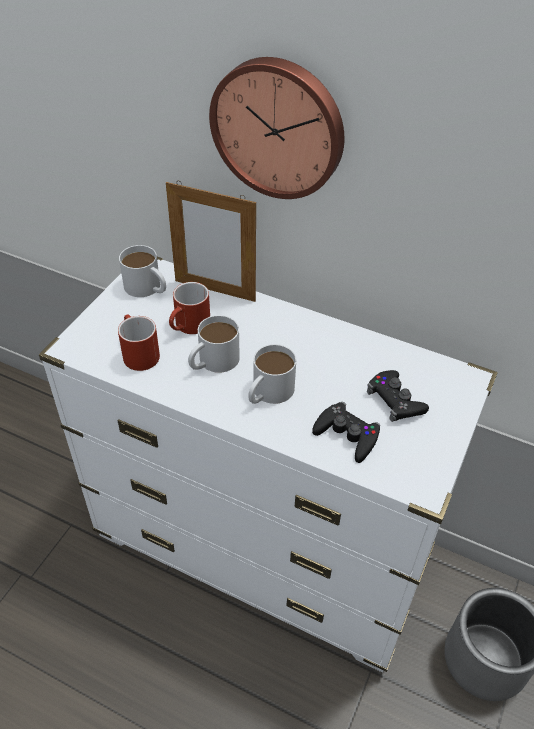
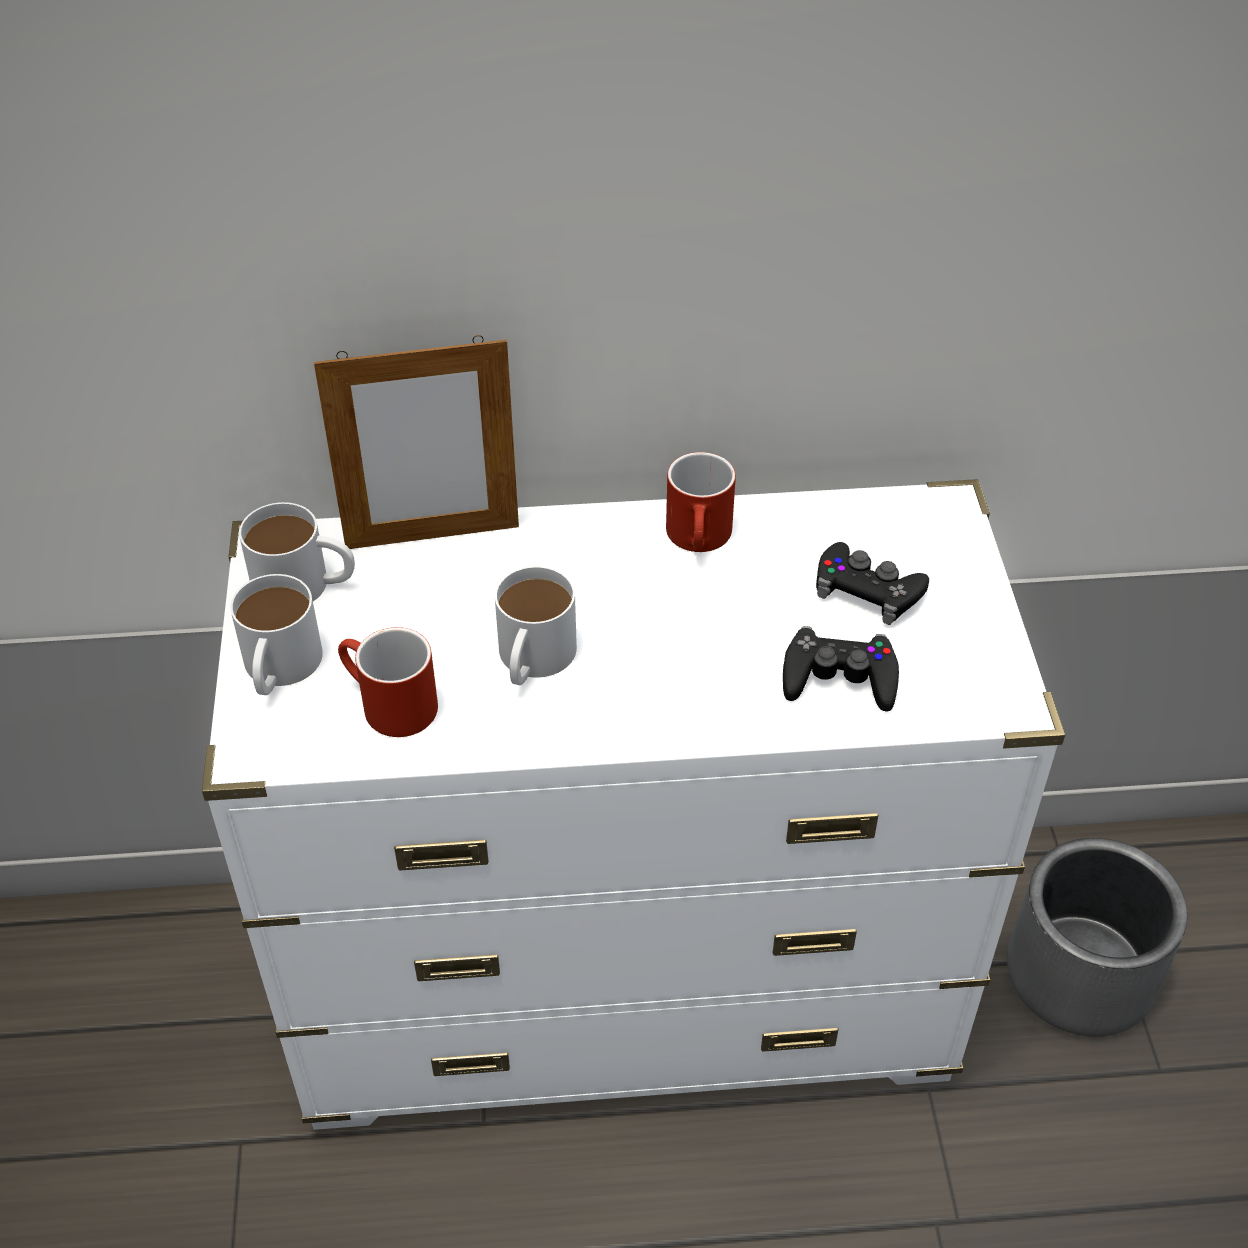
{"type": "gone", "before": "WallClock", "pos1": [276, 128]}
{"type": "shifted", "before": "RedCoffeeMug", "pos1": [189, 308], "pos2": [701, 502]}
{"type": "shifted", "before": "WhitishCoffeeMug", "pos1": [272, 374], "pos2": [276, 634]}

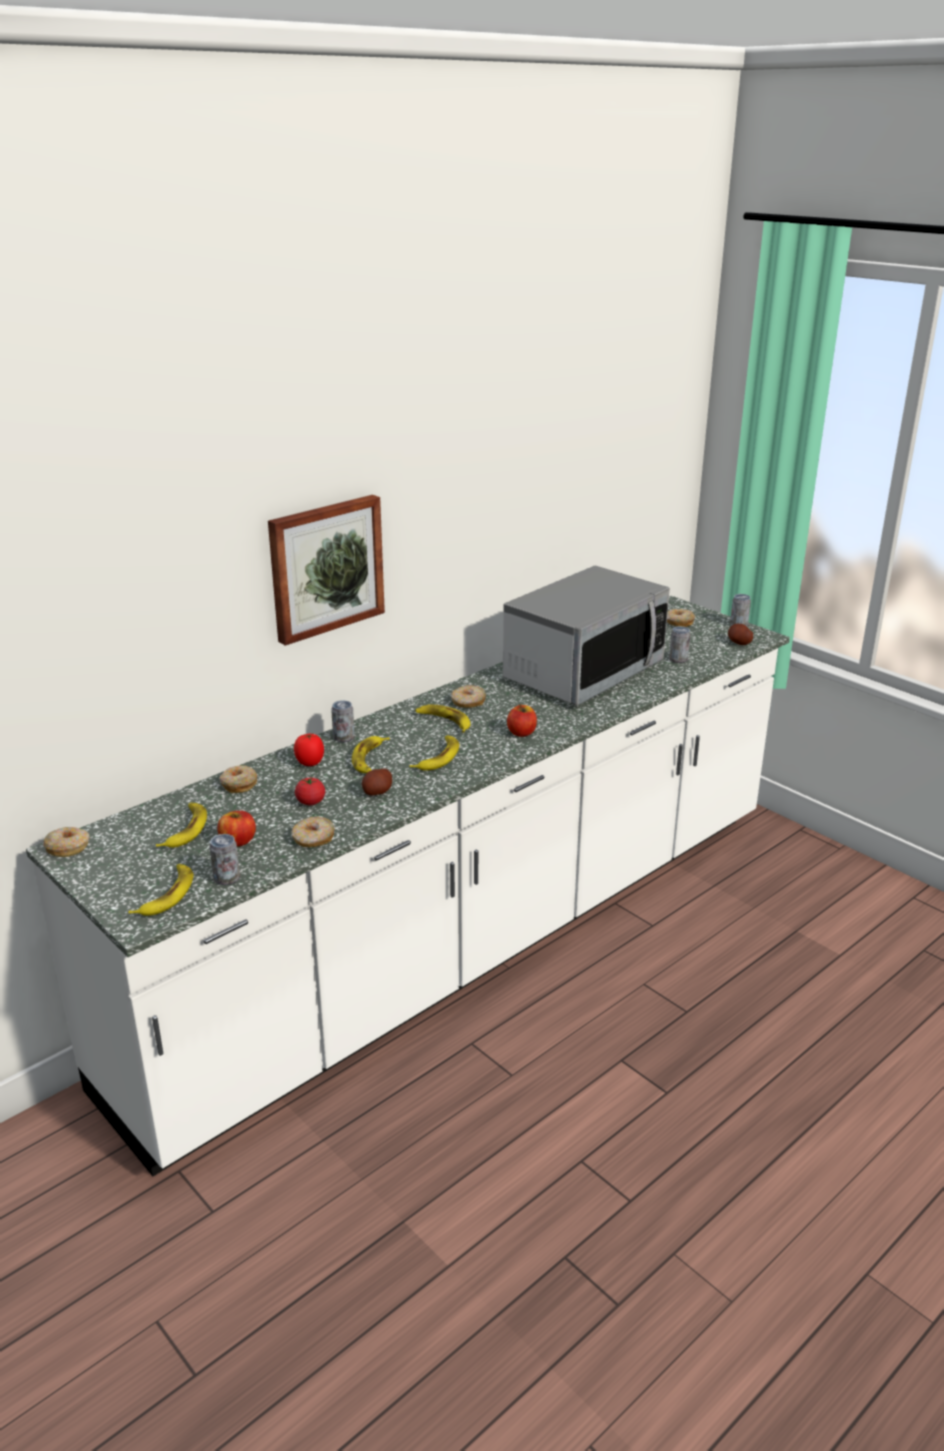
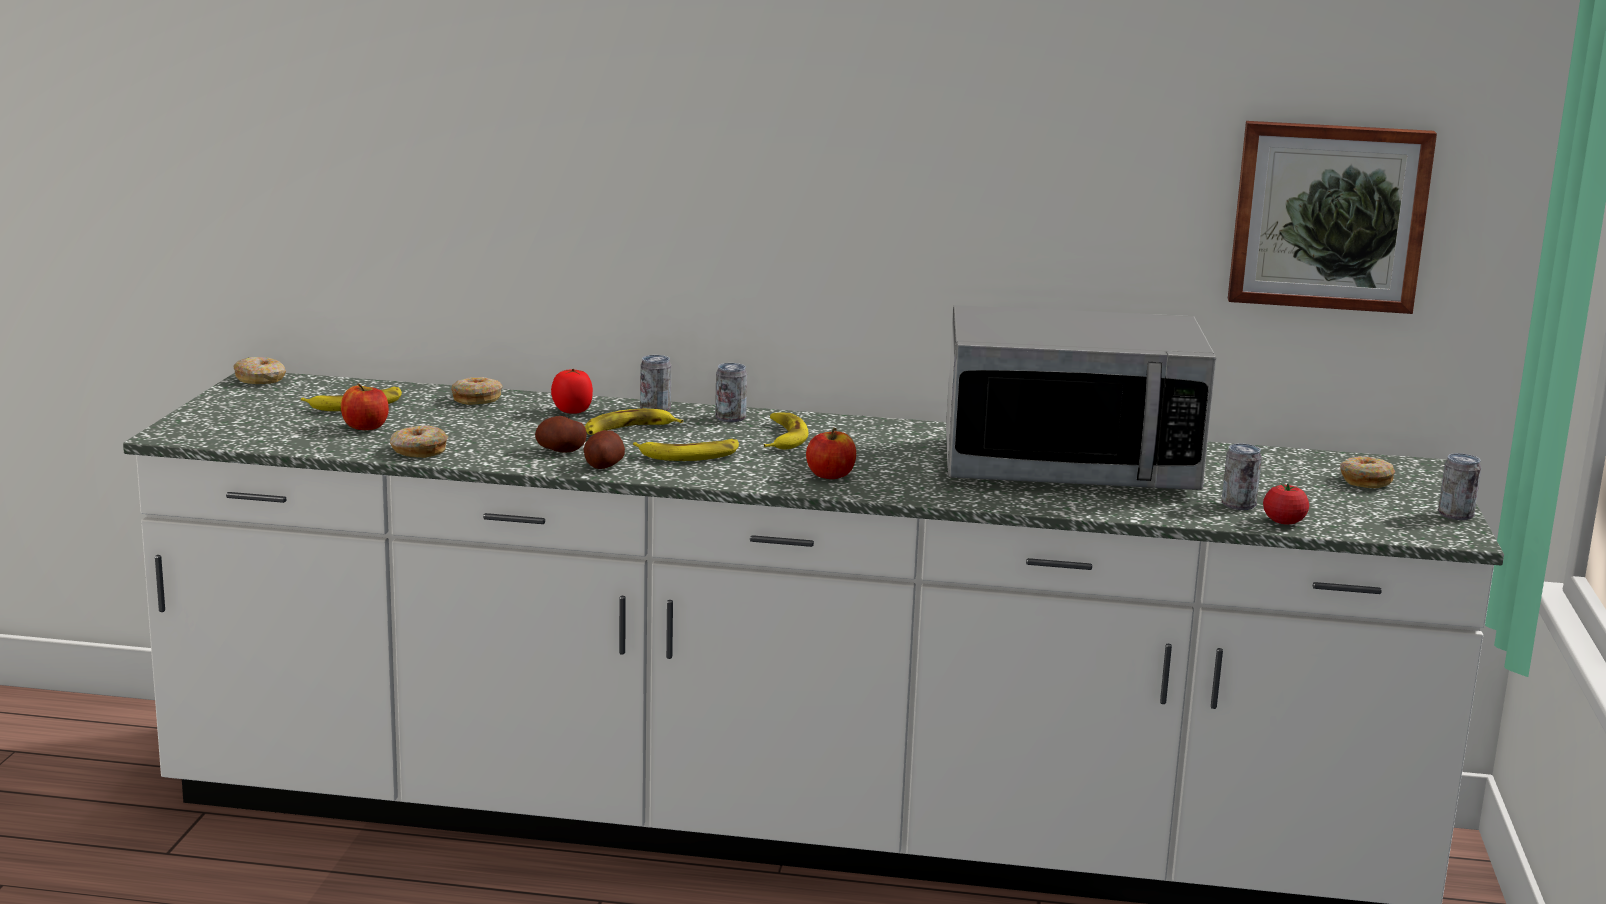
{"type": "shifted", "before": "WallPicture", "pos1": [326, 570], "pos2": [1332, 217]}
{"type": "shifted", "before": "Spud", "pos1": [740, 634], "pos2": [604, 449]}
{"type": "gone", "before": "Donut", "pos1": [468, 696]}
{"type": "shifted", "before": "WholeTomato", "pos1": [310, 791], "pos2": [1286, 503]}
{"type": "shifted", "before": "SealedCan", "pos1": [225, 859], "pos2": [731, 392]}
{"type": "gone", "before": "Banana", "pos1": [161, 890]}

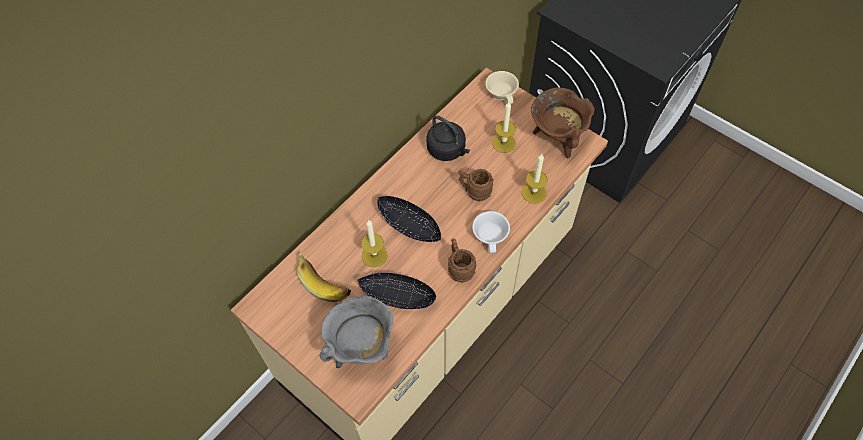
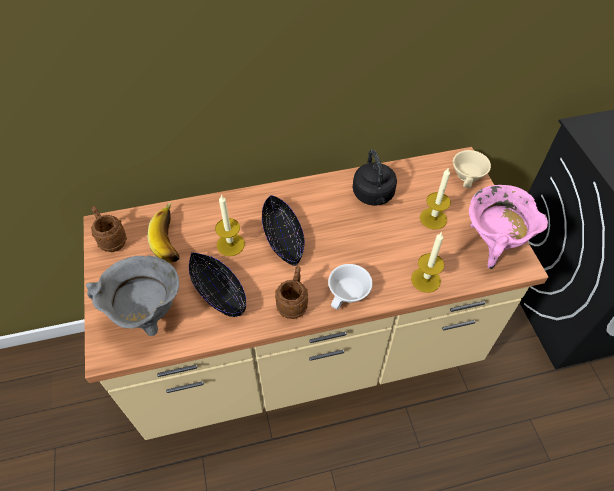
{"type": "repainted", "before": "BrownColouredCookingPot", "after": "PinkishCookingPot", "pos1": [563, 122], "pos2": [508, 227]}
{"type": "shifted", "before": "BrownColouredCoffeeMug", "pos1": [476, 185], "pos2": [109, 229]}

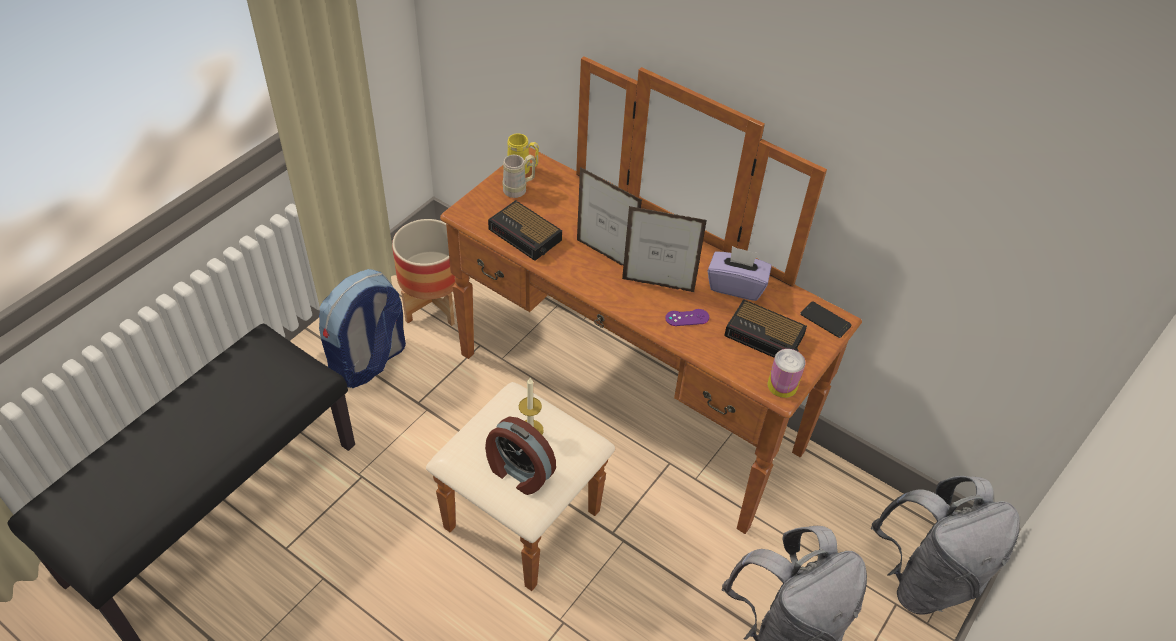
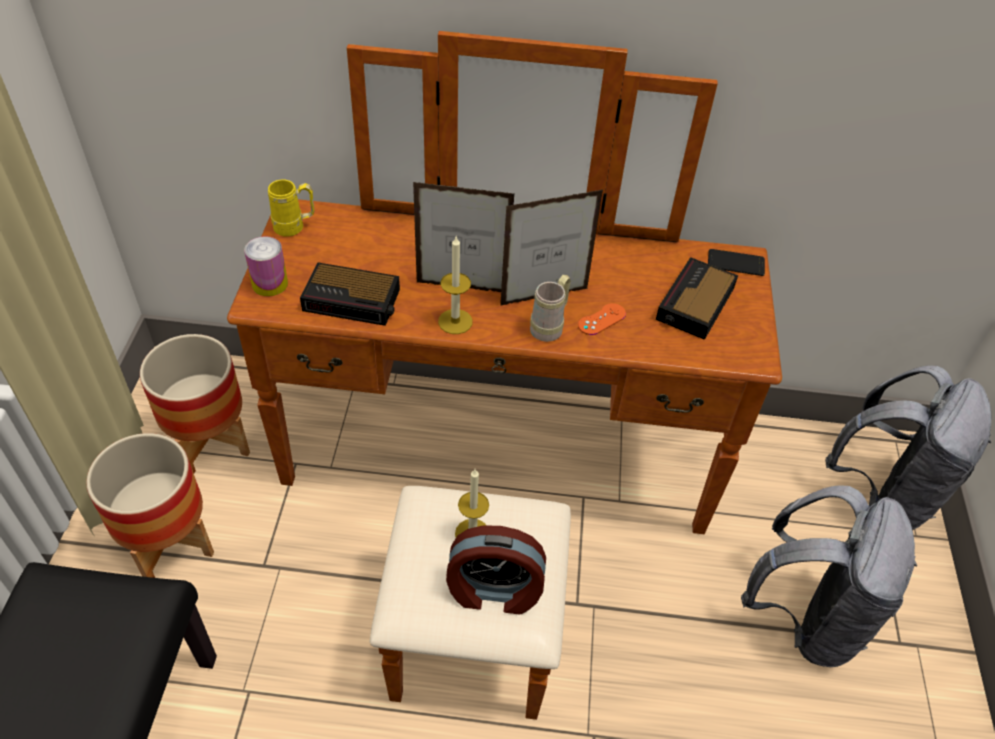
{"type": "shifted", "before": "SandColouredCoffeeMug", "pos1": [519, 176], "pos2": [550, 308]}
{"type": "gone", "before": "PurpleTissueHolder", "pos1": [740, 273]}
{"type": "swapped", "before": "Rucksack", "after": "PlantPot", "pos1": [362, 328], "pos2": [150, 505]}
{"type": "rotated", "before": "AlarmClock", "pos1": [765, 328], "pos2": [697, 298], "turn": 120}
{"type": "repainted", "before": "PurpleJoypad", "after": "OrangeColouredJoypad", "pos1": [687, 317], "pos2": [602, 319]}
{"type": "shifted", "before": "SealedCan", "pos1": [786, 373], "pos2": [266, 266]}
{"type": "new", "after": "Candle", "pos2": [455, 285]}

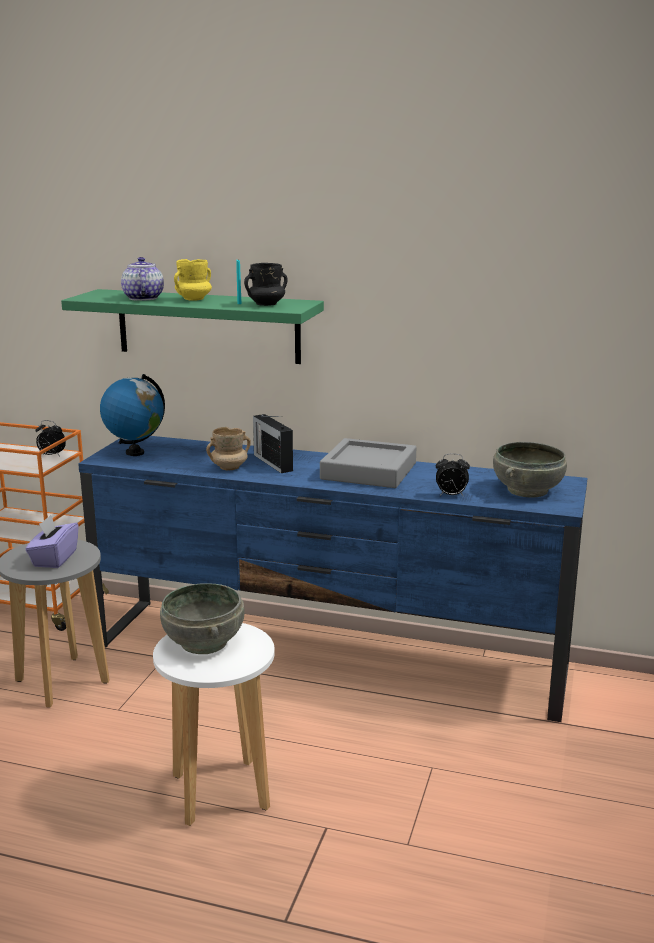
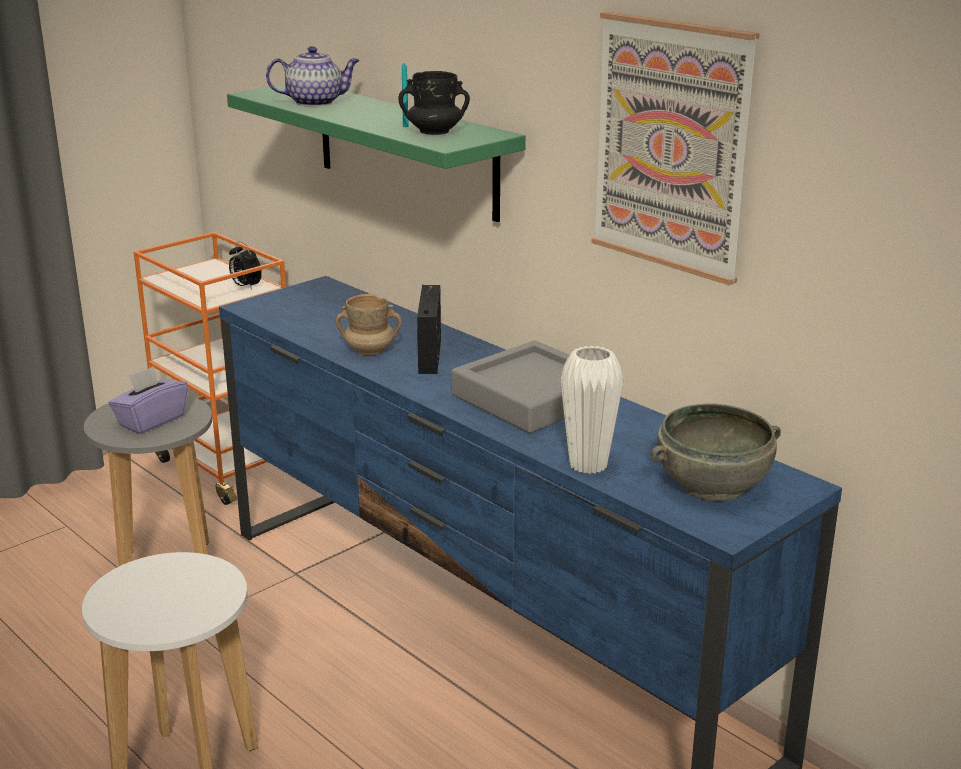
{"type": "rotated", "before": "TeaPot", "pos1": [142, 279], "pos2": [313, 76], "turn": 60}
{"type": "gone", "before": "YellowColouredCoffeeMug", "pos1": [193, 280]}
{"type": "gone", "before": "WorldGlobe", "pos1": [132, 415]}
{"type": "swapped", "before": "AlarmClock", "after": "WhitishFlowerVase", "pos1": [453, 475], "pos2": [592, 410]}
{"type": "gone", "before": "GrayServingBowl", "pos1": [202, 618]}
{"type": "new", "after": "WallPicture", "pos2": [675, 148]}

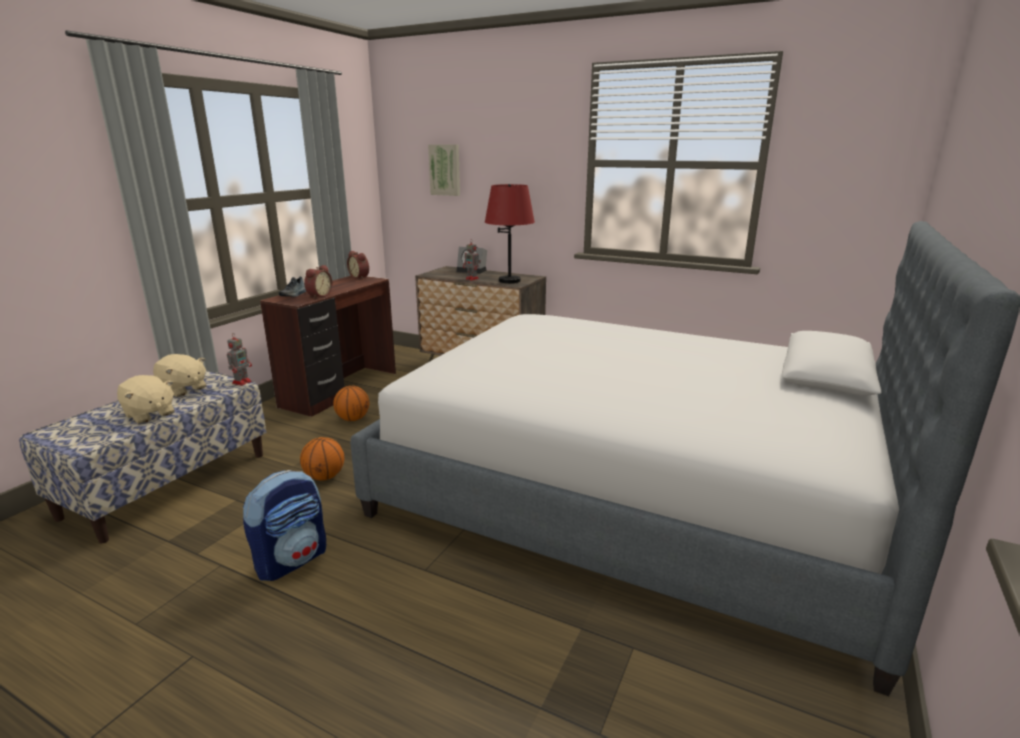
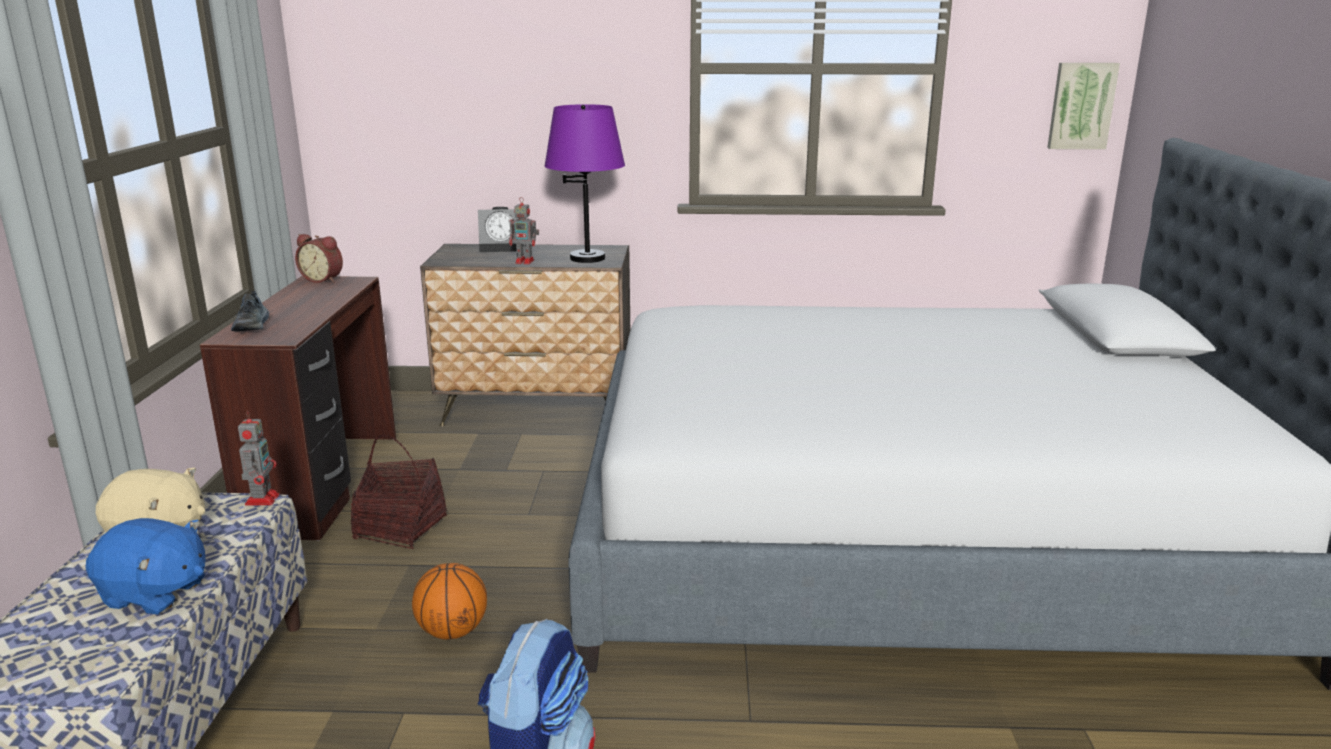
{"type": "shifted", "before": "WallPicture", "pos1": [444, 170], "pos2": [1083, 106]}
{"type": "repainted", "before": "RedLampForATable", "after": "PurpleLampForATable", "pos1": [510, 233], "pos2": [585, 183]}
{"type": "gone", "before": "AlarmClock", "pos1": [318, 282]}
{"type": "repainted", "before": "SandColouredPlushToy", "after": "BluePlushToy", "pos1": [146, 399], "pos2": [146, 566]}
{"type": "swapped", "before": "Basketball", "after": "Basket", "pos1": [351, 403], "pos2": [399, 492]}

